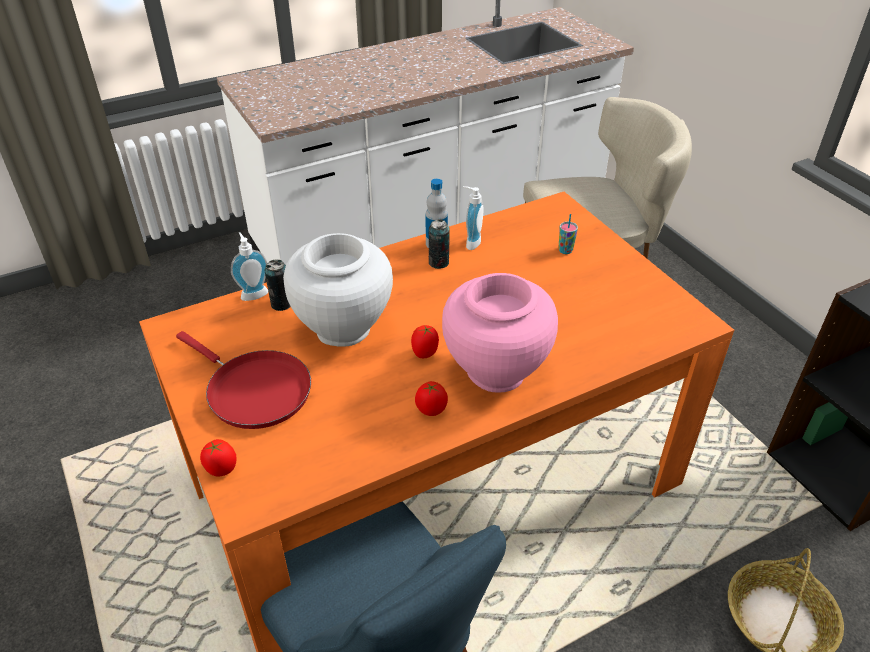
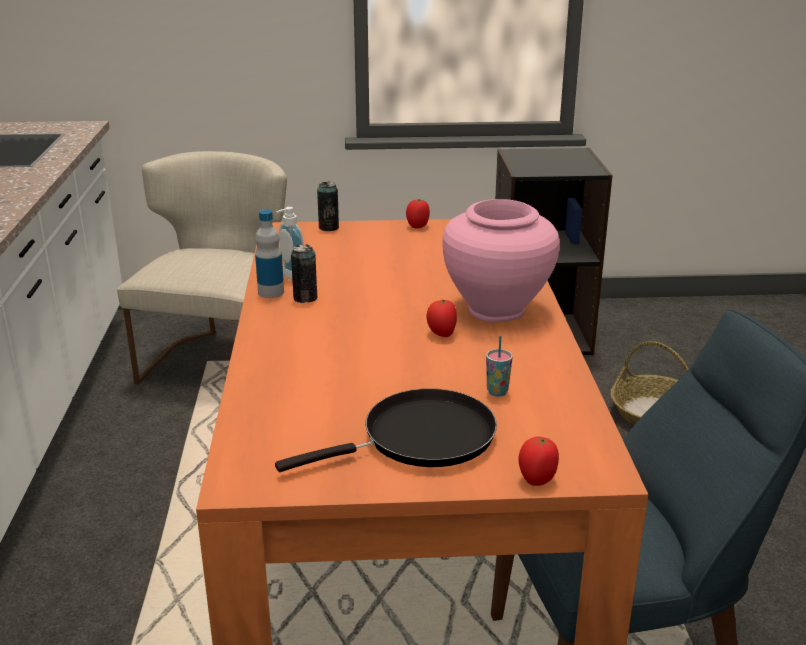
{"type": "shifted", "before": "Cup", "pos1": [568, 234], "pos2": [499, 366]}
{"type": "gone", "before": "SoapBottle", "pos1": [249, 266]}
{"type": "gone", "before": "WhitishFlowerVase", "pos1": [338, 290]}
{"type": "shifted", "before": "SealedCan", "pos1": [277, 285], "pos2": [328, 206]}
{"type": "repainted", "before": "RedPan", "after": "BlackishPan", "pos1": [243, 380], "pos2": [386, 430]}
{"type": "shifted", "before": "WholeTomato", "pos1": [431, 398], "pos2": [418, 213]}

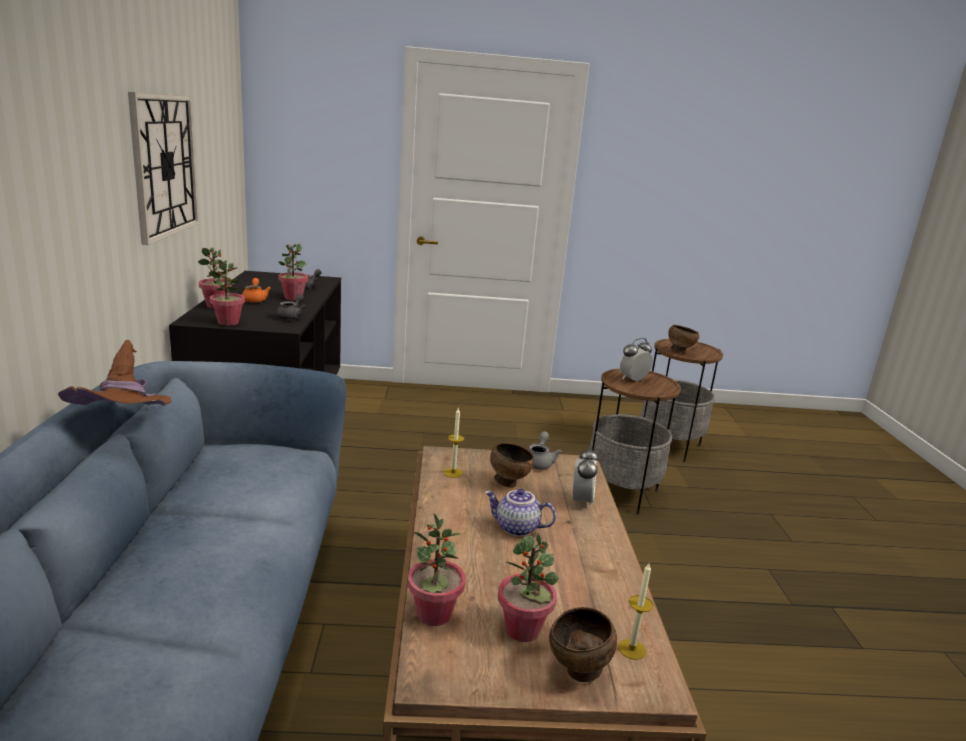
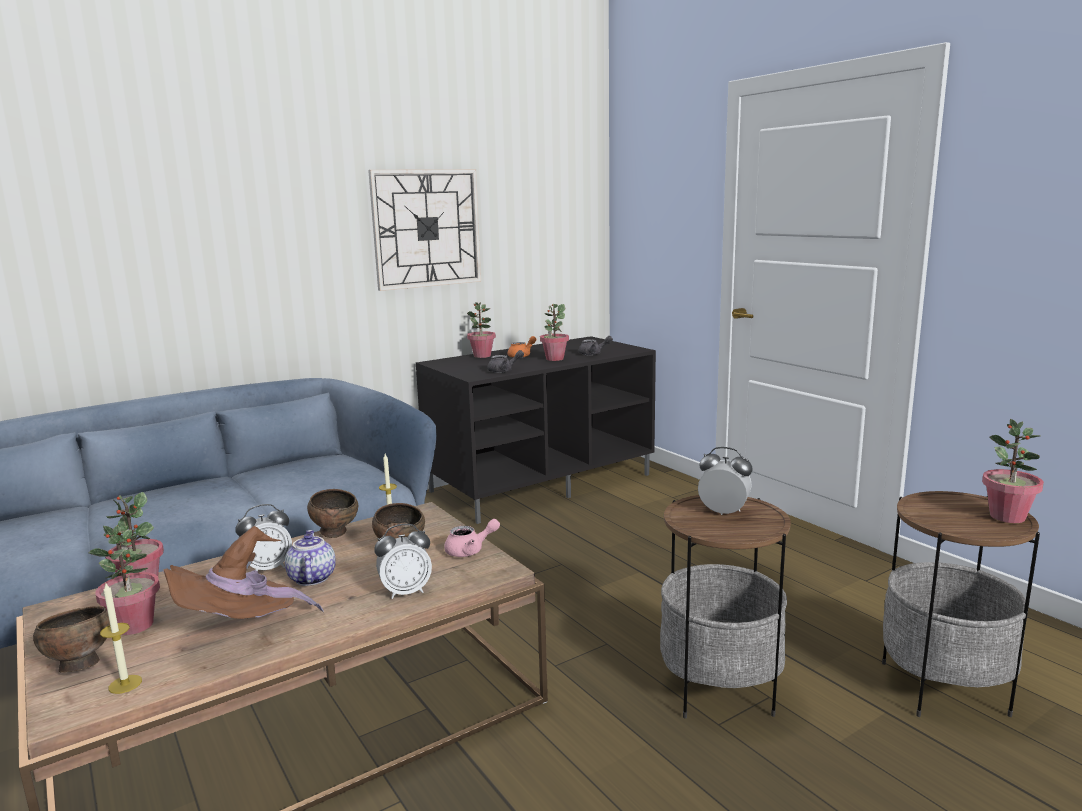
{"type": "shifted", "before": "PlantInAPot", "pos1": [227, 293], "pos2": [1013, 471]}
{"type": "shifted", "before": "BrownColouredServingBowl", "pos1": [683, 339], "pos2": [332, 513]}
{"type": "shifted", "before": "BrownColouredClothingHat", "pos1": [114, 373], "pos2": [243, 572]}
{"type": "repainted", "before": "GrayTeaPot", "after": "PinkishTeaPot", "pos1": [545, 450], "pos2": [472, 538]}
{"type": "new", "after": "AlarmClock", "pos2": [263, 537]}

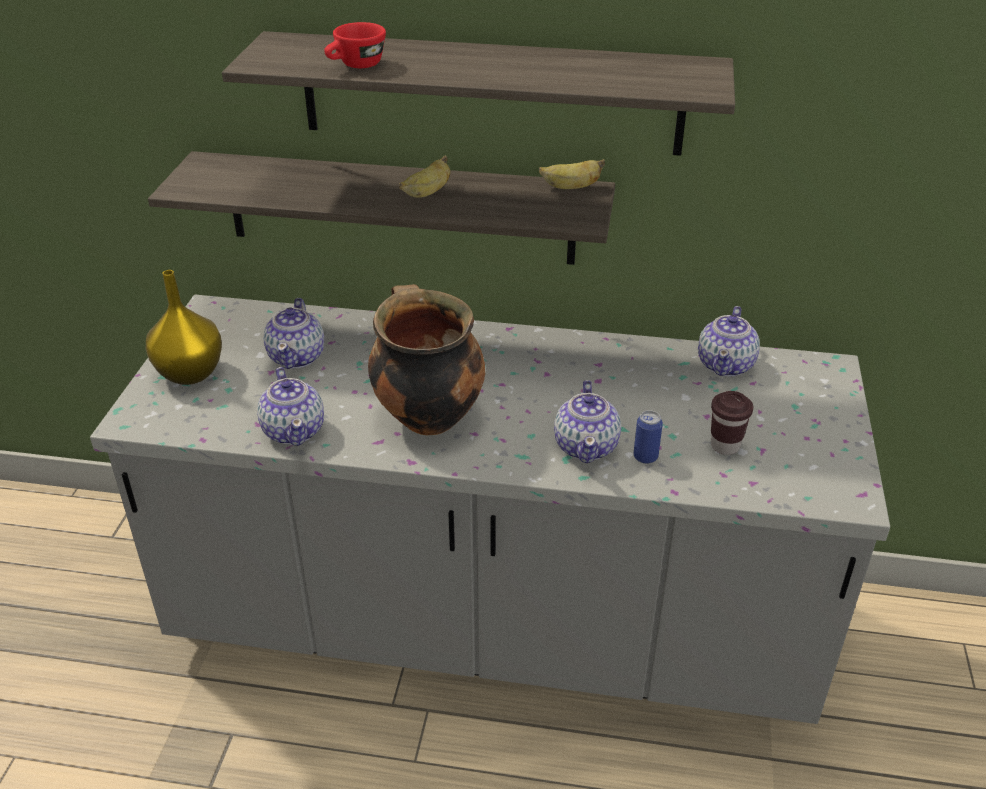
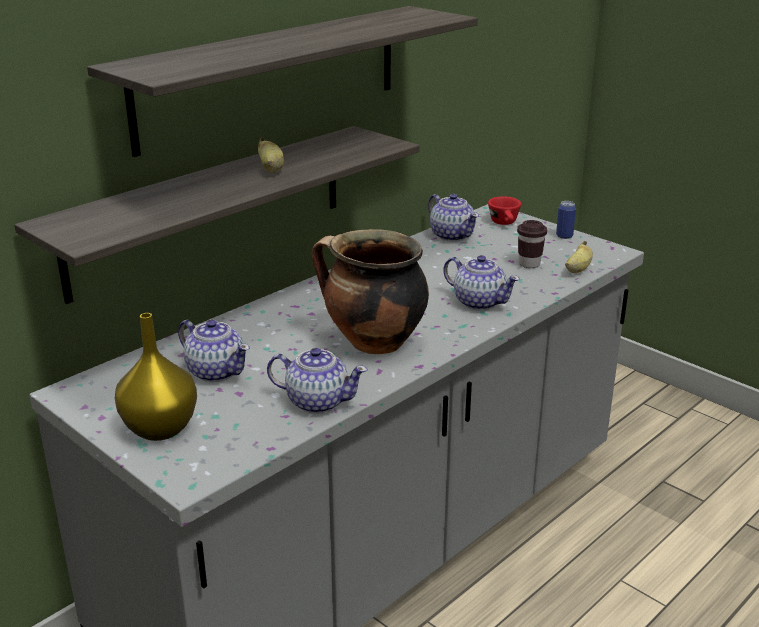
{"type": "shifted", "before": "RedCup", "pos1": [355, 45], "pos2": [504, 210]}
{"type": "shifted", "before": "Banana", "pos1": [572, 174], "pos2": [579, 257]}
{"type": "shifted", "before": "SealedCan", "pos1": [648, 437], "pos2": [566, 220]}

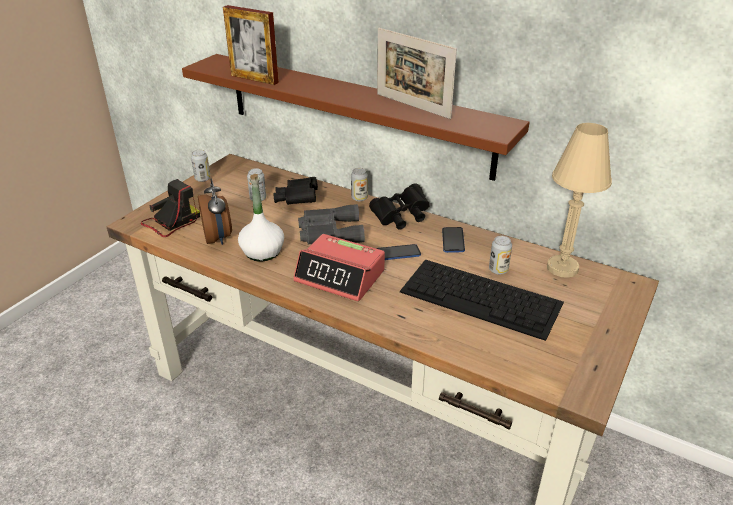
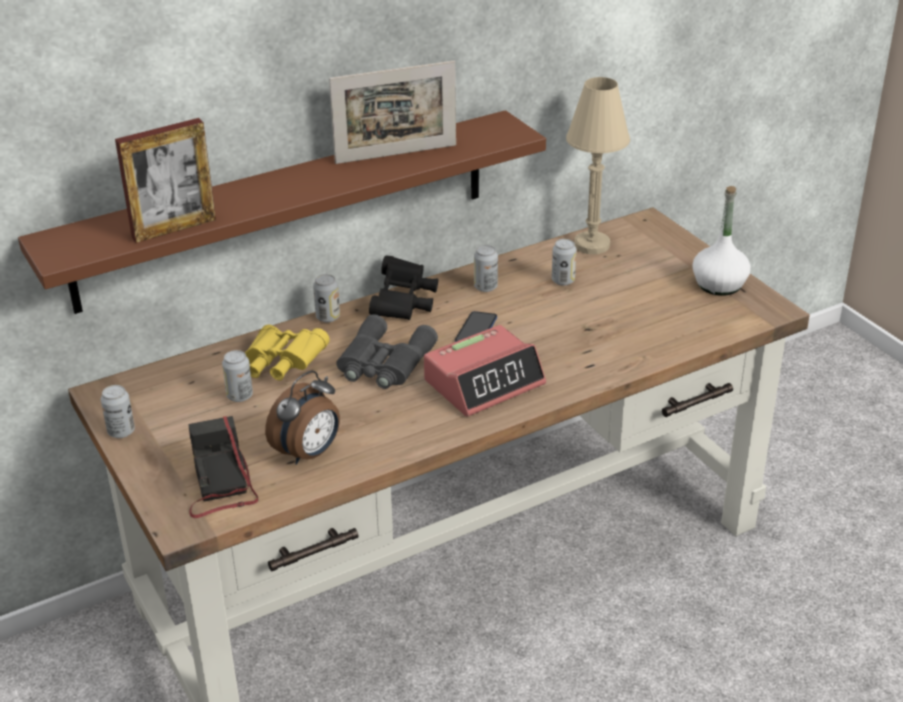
{"type": "shifted", "before": "WhitishBottle", "pos1": [261, 217], "pos2": [721, 241]}
{"type": "repainted", "before": "BlackishFieldGlasses", "after": "YellowColouredFieldGlasses", "pos1": [296, 191], "pos2": [287, 353]}
{"type": "rotated", "before": "AlarmClock", "pos1": [215, 211], "pos2": [302, 418], "turn": 120}
{"type": "swapped", "before": "Telephone", "after": "SealedCan", "pos1": [453, 240], "pos2": [486, 268]}
{"type": "gone", "before": "ComputerKeyboard", "pos1": [482, 300]}

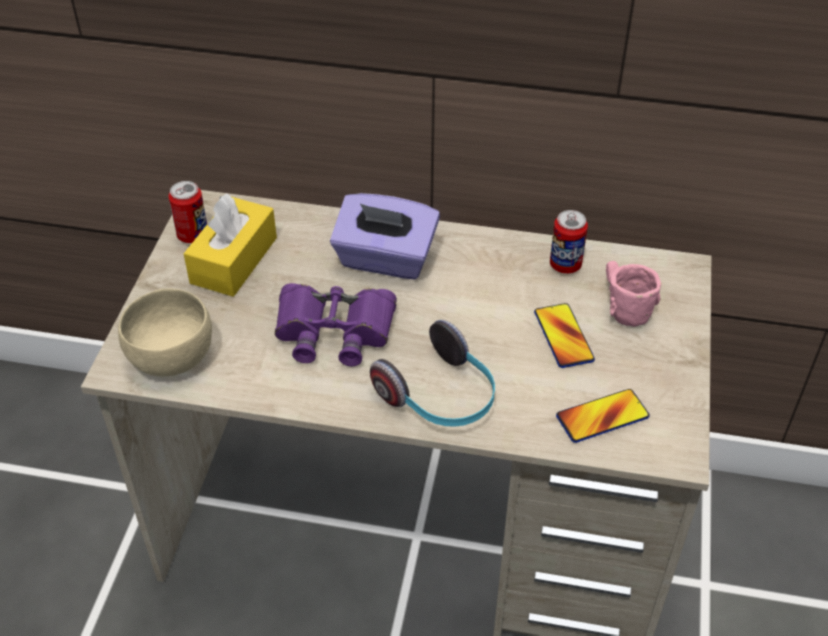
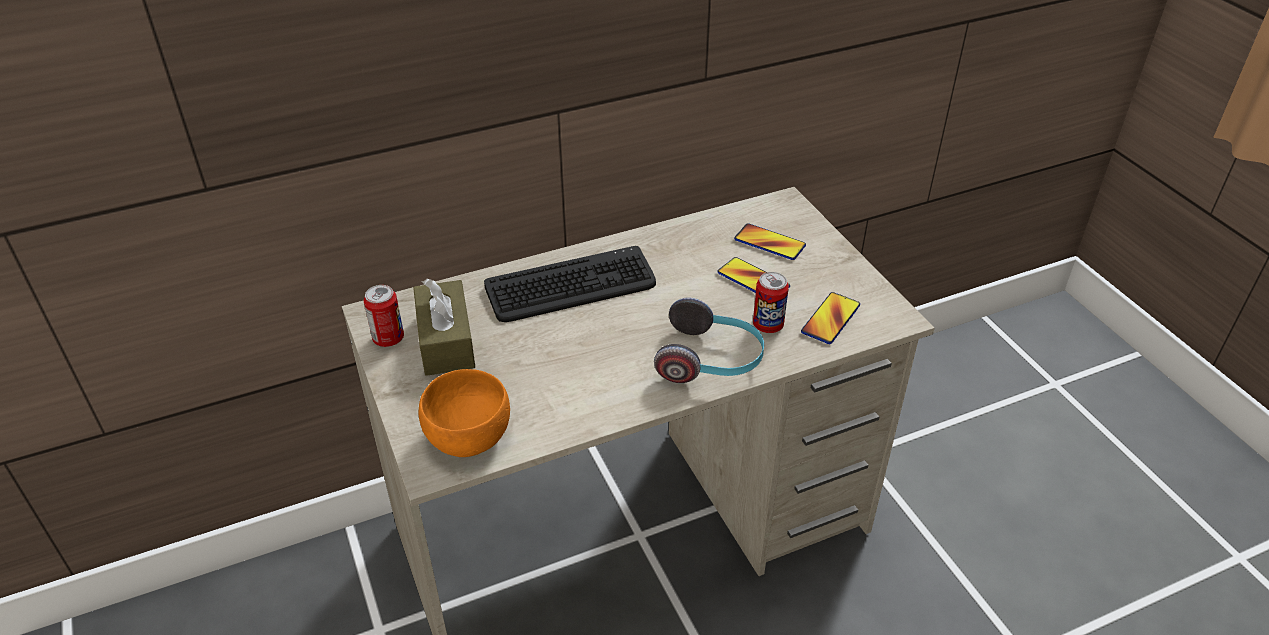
{"type": "swapped", "before": "PurpleTissueHolder", "after": "ComputerKeyboard", "pos1": [385, 236], "pos2": [570, 284]}
{"type": "repainted", "before": "YellowColouredTissueHolder", "after": "BrownColouredTissueHolder", "pos1": [230, 245], "pos2": [444, 327]}
{"type": "shifted", "before": "SealedCan", "pos1": [569, 242], "pos2": [771, 302]}
{"type": "swapped", "before": "PinkishCoffeeMug", "after": "Telephone", "pos1": [634, 294], "pos2": [770, 241]}
{"type": "gone", "before": "PurpleFieldGlasses", "pos1": [336, 324]}
{"type": "repainted", "before": "SandColouredServingBowl", "after": "OrangeColouredServingBowl", "pos1": [165, 332], "pos2": [464, 413]}

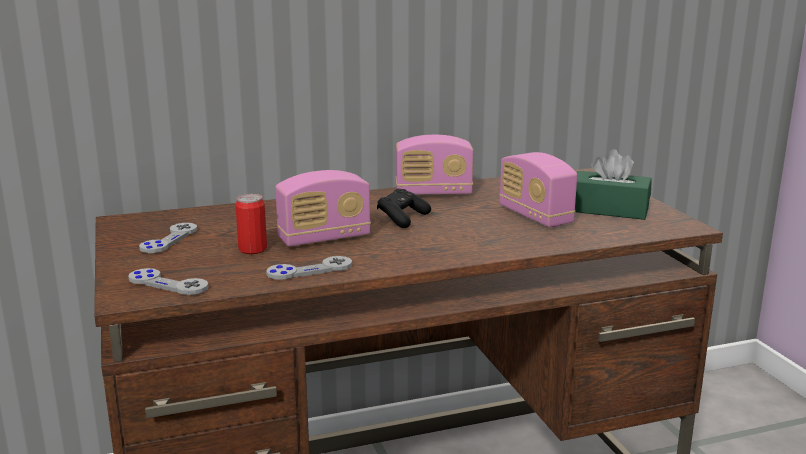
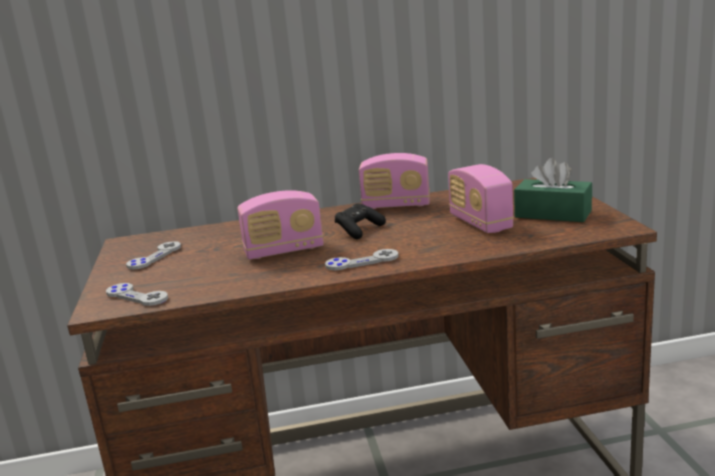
{"type": "gone", "before": "SealedCan", "pos1": [251, 224]}
{"type": "shifted", "before": "GrayJoypad", "pos1": [309, 268], "pos2": [362, 259]}

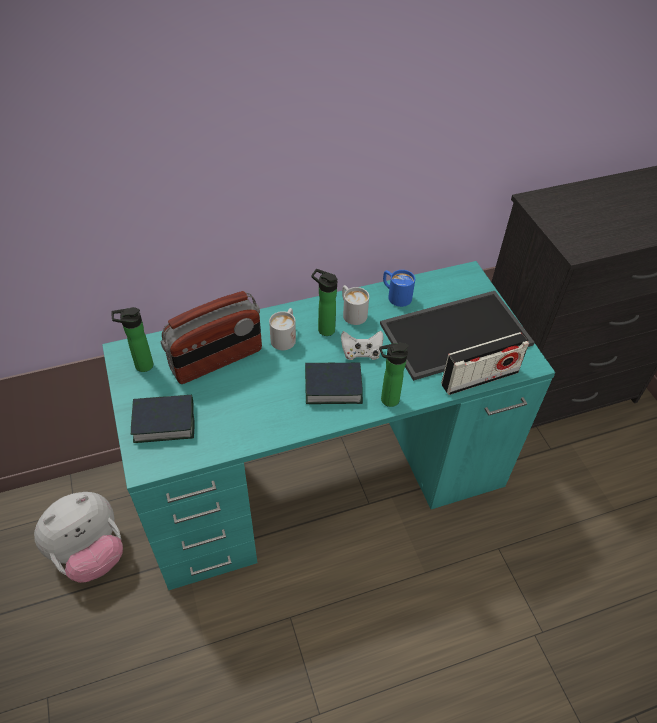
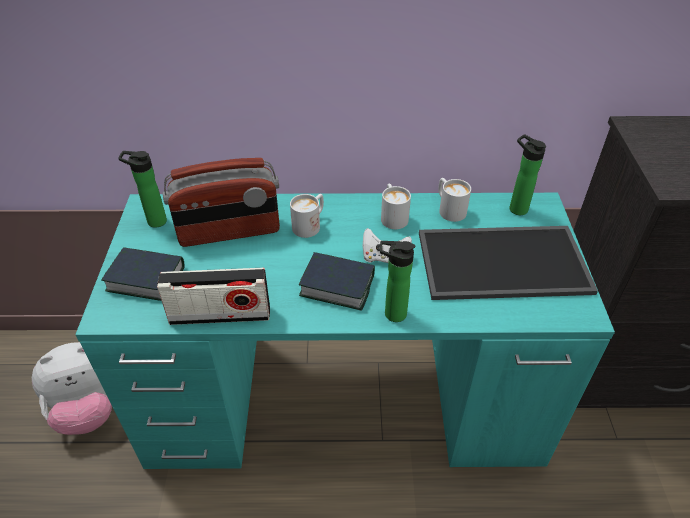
{"type": "shifted", "before": "Bottle", "pos1": [324, 302], "pos2": [528, 174]}
{"type": "repainted", "before": "BlueCoffeeMug", "after": "WhitishCoffeeMug", "pos1": [399, 288], "pos2": [455, 200]}
{"type": "shifted", "before": "RadioSet", "pos1": [485, 363], "pos2": [213, 296]}

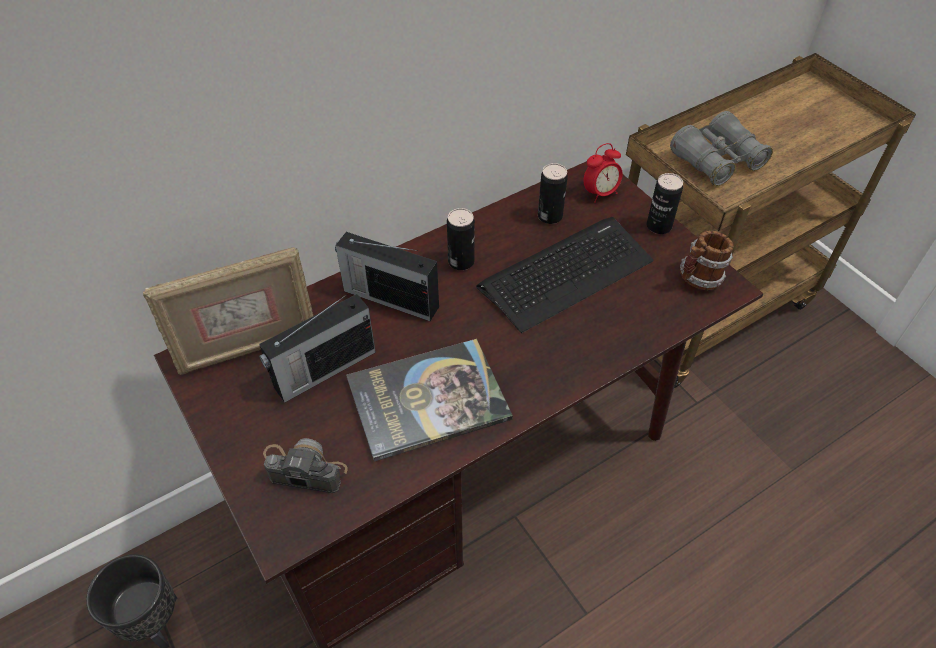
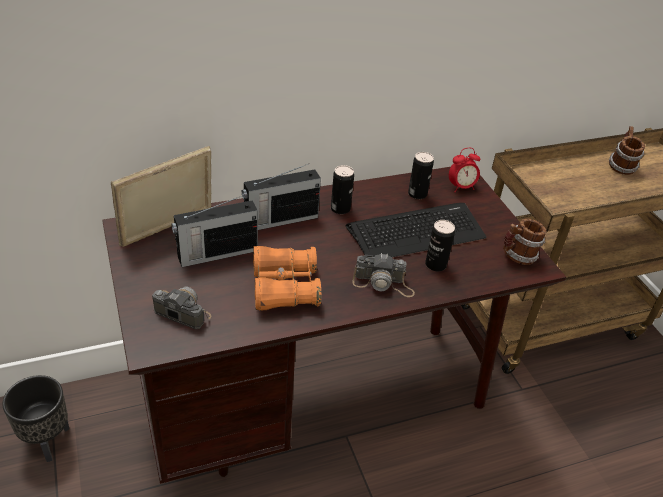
{"type": "gone", "before": "GrayFieldGlasses", "pos1": [721, 148]}
{"type": "shifted", "before": "SealedCan", "pos1": [665, 203], "pos2": [440, 245]}
{"type": "rotated", "before": "RadioSet", "pos1": [387, 276], "pos2": [281, 197], "turn": -60}
{"type": "rotated", "before": "PictureFrame", "pos1": [228, 311], "pos2": [161, 196], "turn": 150}
{"type": "swapped", "before": "BoundBook", "after": "OrangeColouredFieldGlasses", "pos1": [429, 400], "pos2": [287, 278]}
{"type": "new", "after": "CoffeeMug", "pos2": [627, 150]}
{"type": "new", "after": "PhotoCamera", "pos2": [383, 275]}

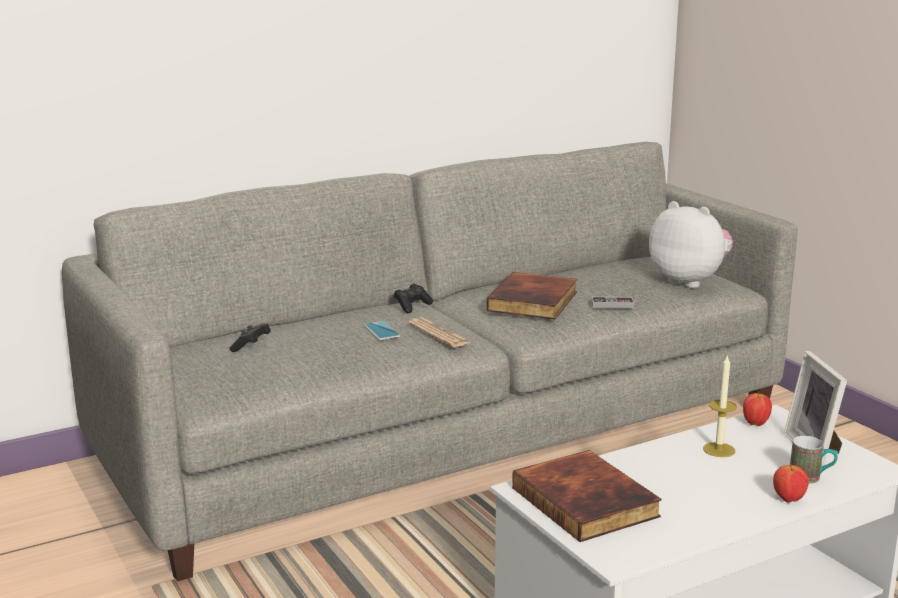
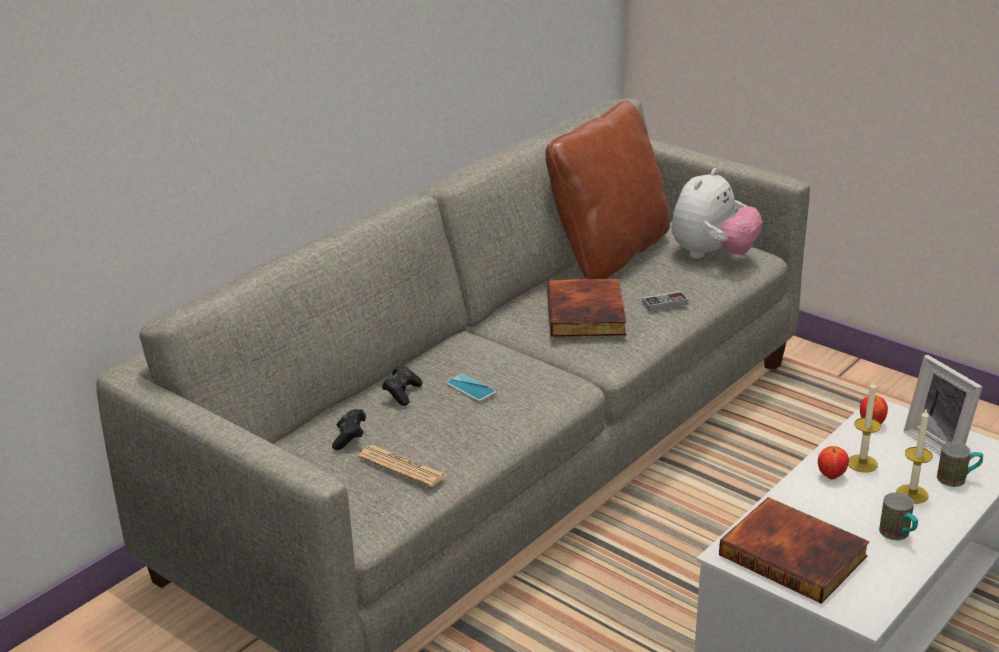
{"type": "rotated", "before": "PlushToy", "pos1": [691, 244], "pos2": [716, 213], "turn": 105}
{"type": "shifted", "before": "BlackishJoypad", "pos1": [413, 298], "pos2": [402, 385]}
{"type": "shifted", "before": "DailyPaper", "pos1": [439, 332], "pos2": [402, 466]}
{"type": "shifted", "before": "WholeApple", "pos1": [791, 483], "pos2": [833, 463]}
{"type": "new", "after": "BrownColouredCushion", "pos2": [607, 190]}
{"type": "new", "after": "Candle", "pos2": [914, 456]}
{"type": "new", "after": "CoffeeMug", "pos2": [898, 516]}

